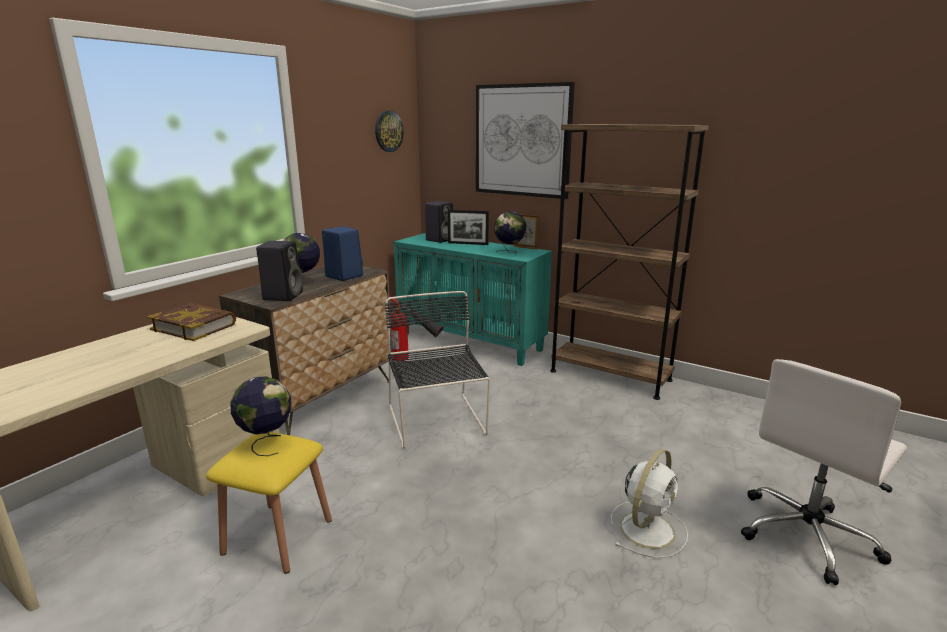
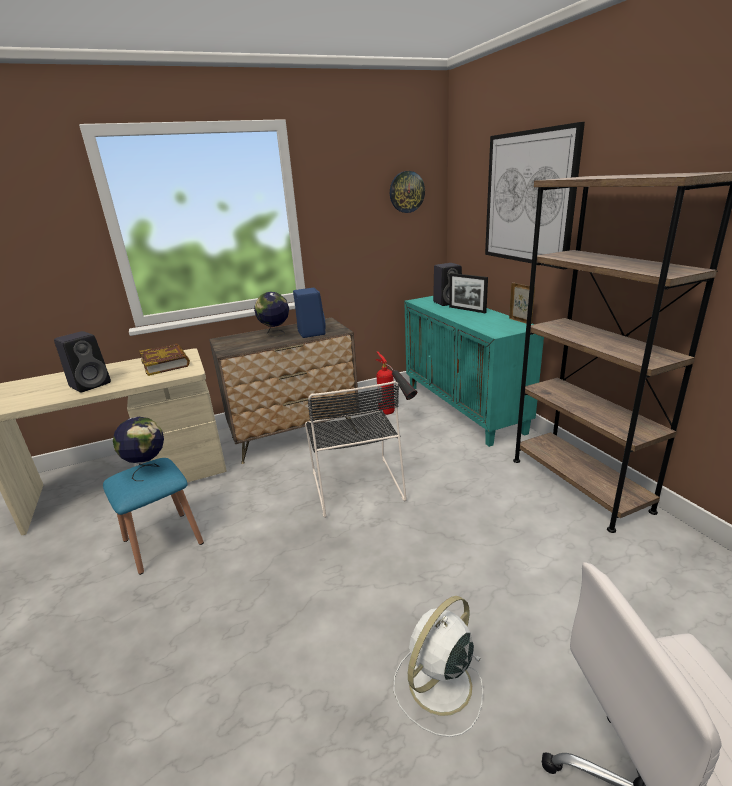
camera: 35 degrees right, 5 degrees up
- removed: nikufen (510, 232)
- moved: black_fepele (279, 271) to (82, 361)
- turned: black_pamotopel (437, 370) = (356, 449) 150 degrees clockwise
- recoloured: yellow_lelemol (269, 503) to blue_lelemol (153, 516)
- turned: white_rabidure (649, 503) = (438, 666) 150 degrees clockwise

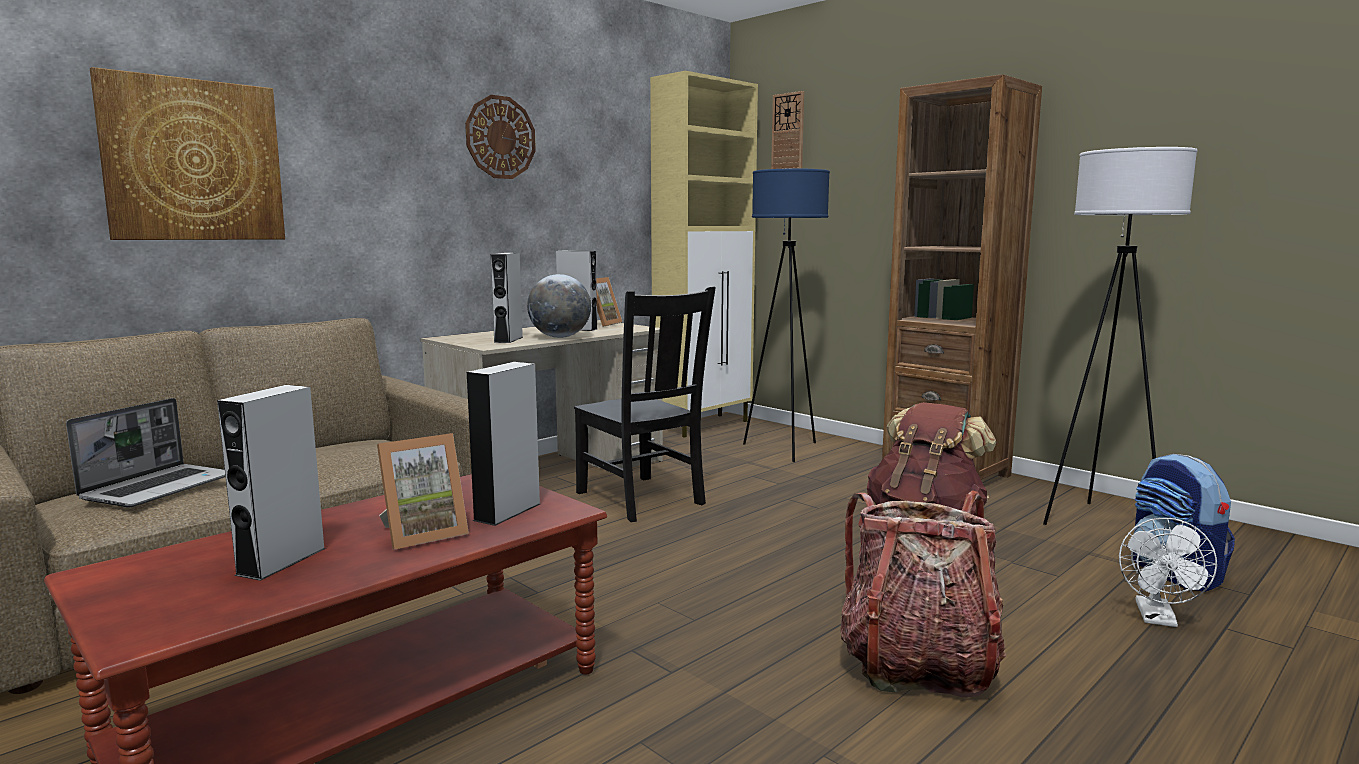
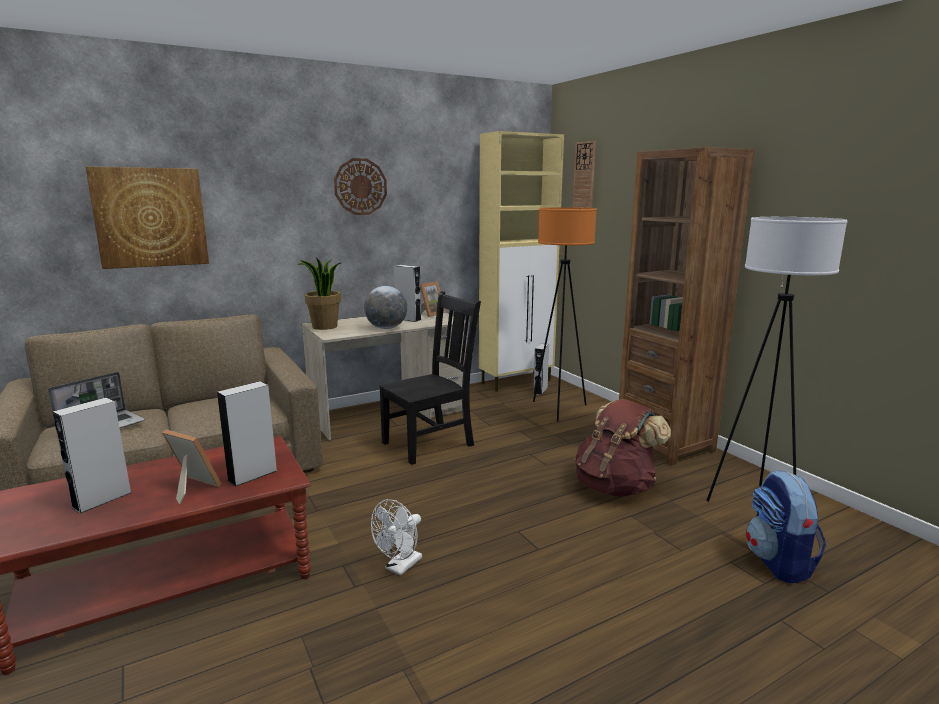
camera: 15 degrees right, 5 degrees up
- recoloured: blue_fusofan (786, 315) to orange_fusofan (565, 314)
- moved: grey_fepele (506, 298) to (541, 369)
- turned: black_pamotopel (645, 404) = (430, 378) 105 degrees counterclockwise
- turned: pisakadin (423, 491) = (191, 467) 135 degrees counterclockwise
- removed: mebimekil (923, 594)
- moved: white_rabidure (1168, 572) to (396, 537)
- added: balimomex (320, 294)

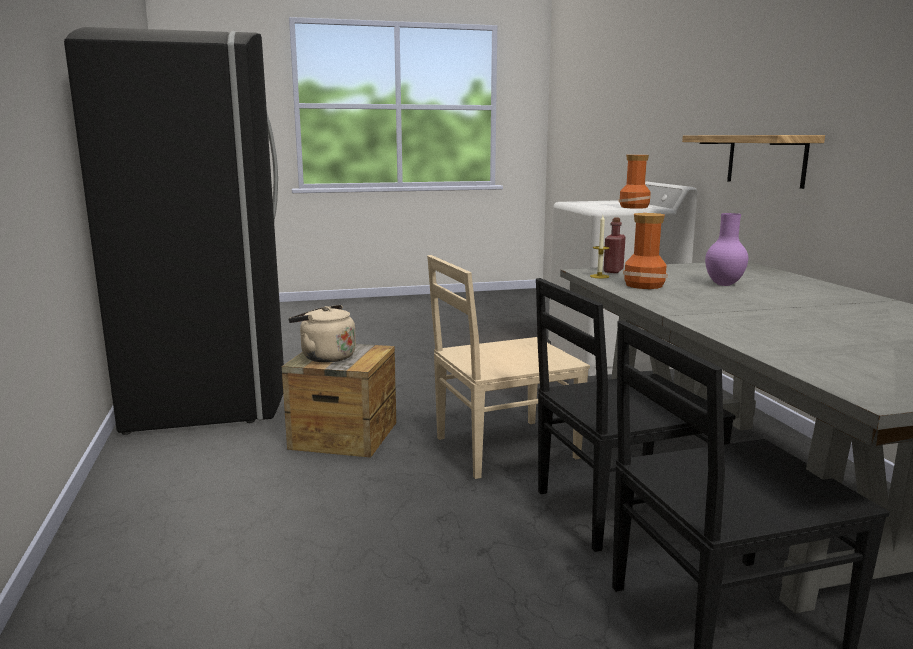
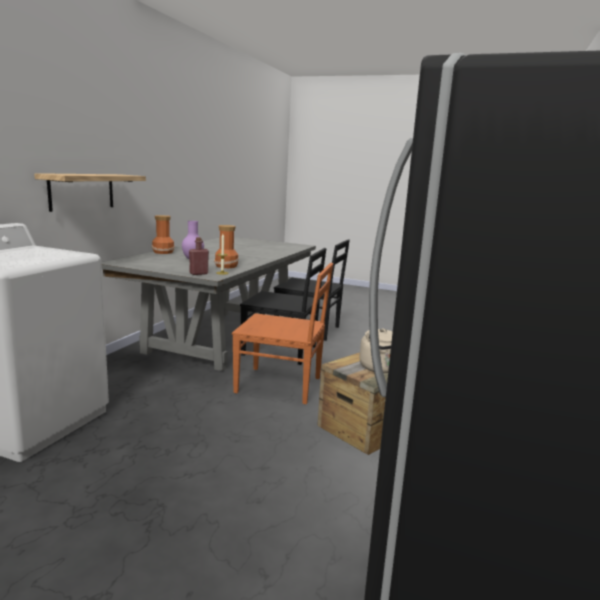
camera: 145 degrees left, 0 degrees up
- moved: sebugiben (635, 182) to (163, 234)
- recoloured: beige_pamotopel (508, 367) to orange_pamotopel (282, 333)

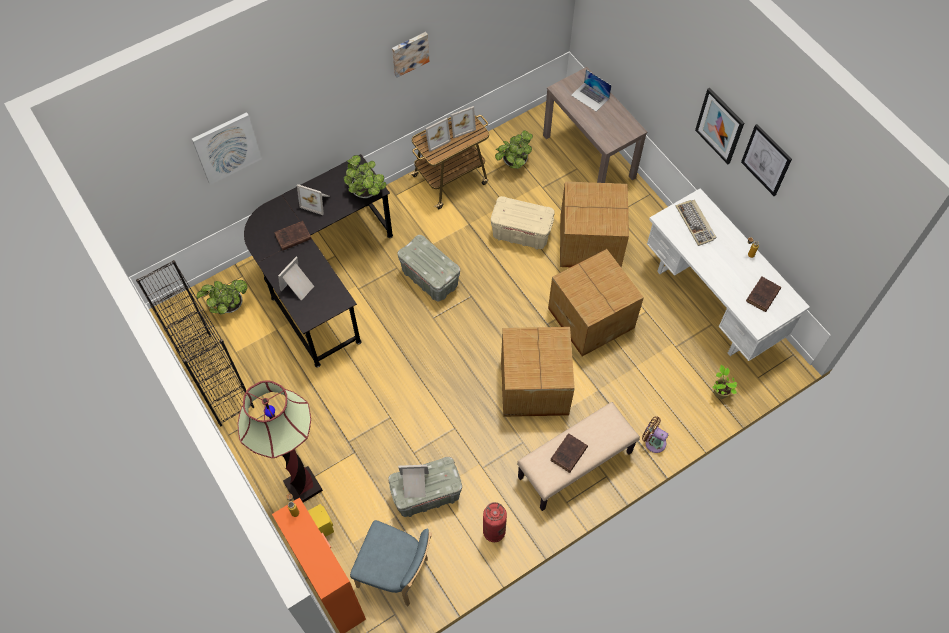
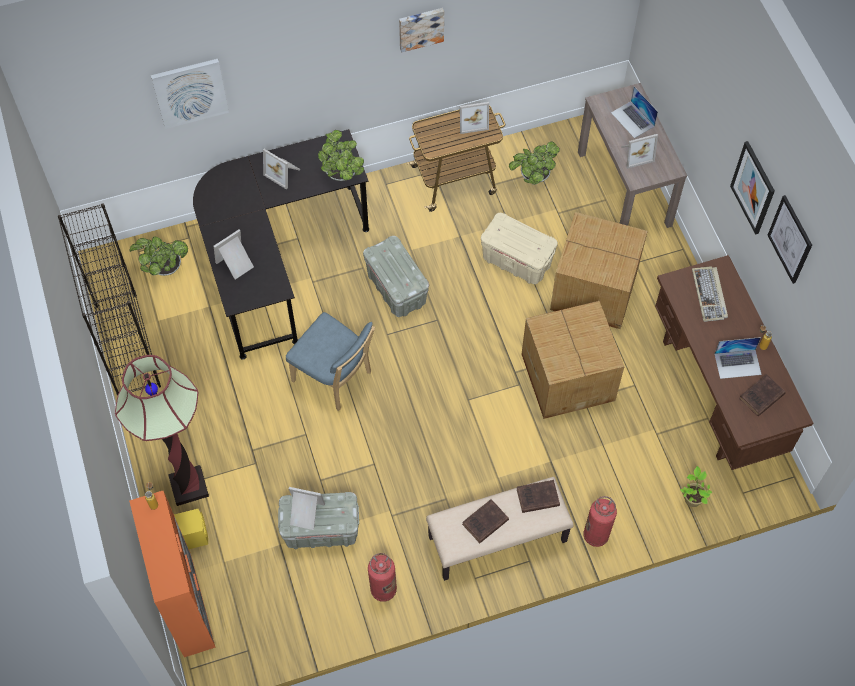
camera: 15 degrees right, 0 degrees up
- moved: pisakadin (436, 135) to (639, 151)
- recoloured: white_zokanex (728, 274) to brown_zokanex (734, 362)
- moved: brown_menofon (292, 235) to (538, 496)
- removed: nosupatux (538, 372)
- replaced: brown_rabidure (655, 434) to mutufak (600, 521)
- moved: blue_pamotopel (391, 563) to (330, 361)
- added: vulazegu (738, 358)

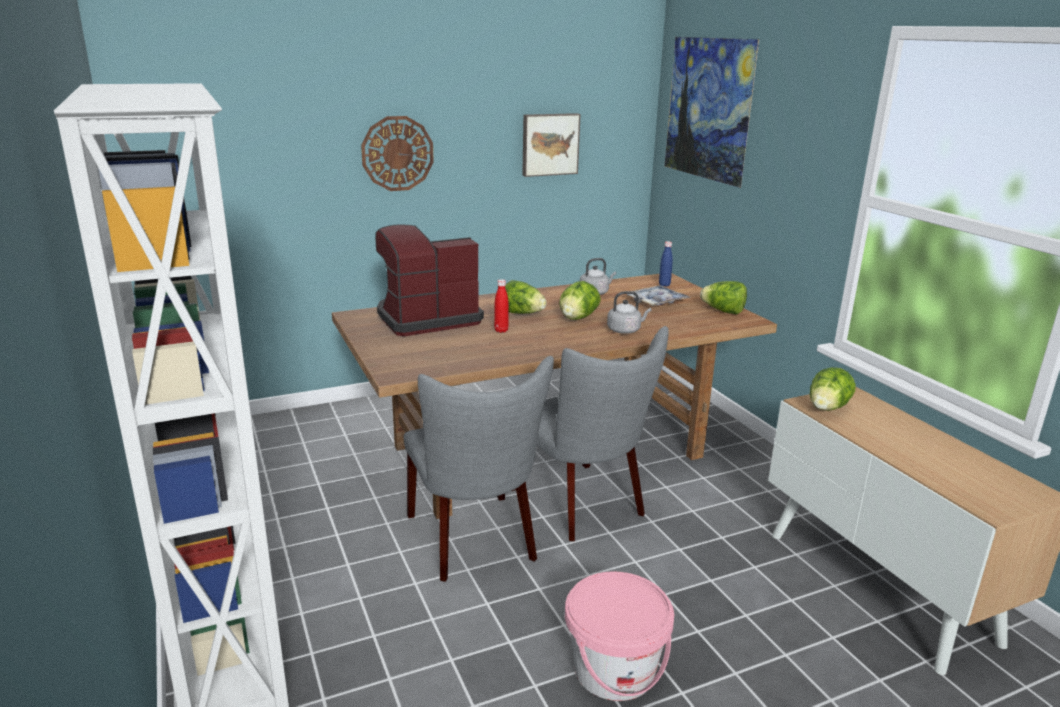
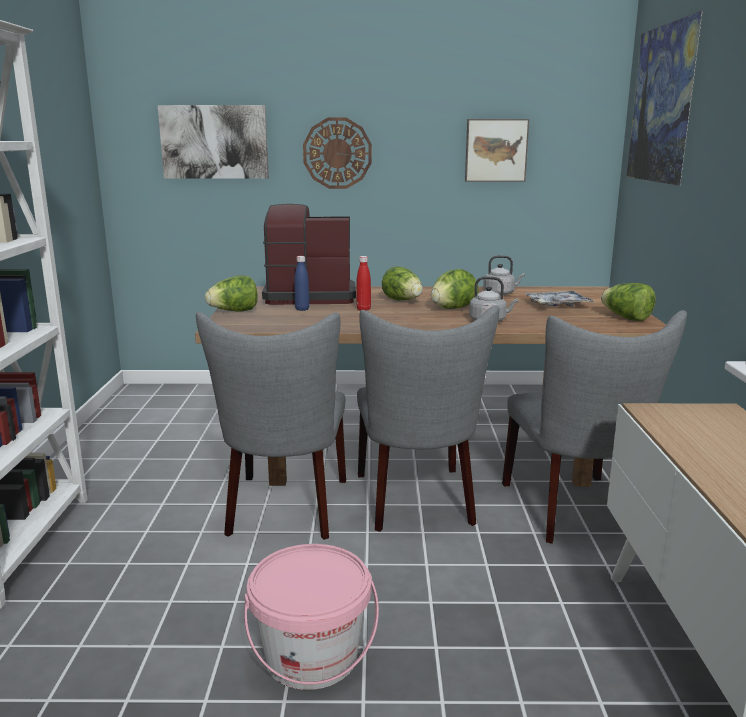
camera: 25 degrees right, 5 degrees down
- moved: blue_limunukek (666, 264) to (301, 283)
- moved: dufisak (833, 389) to (231, 293)
- added: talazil (213, 142)
- added: grey_pamotopel (594, 427)

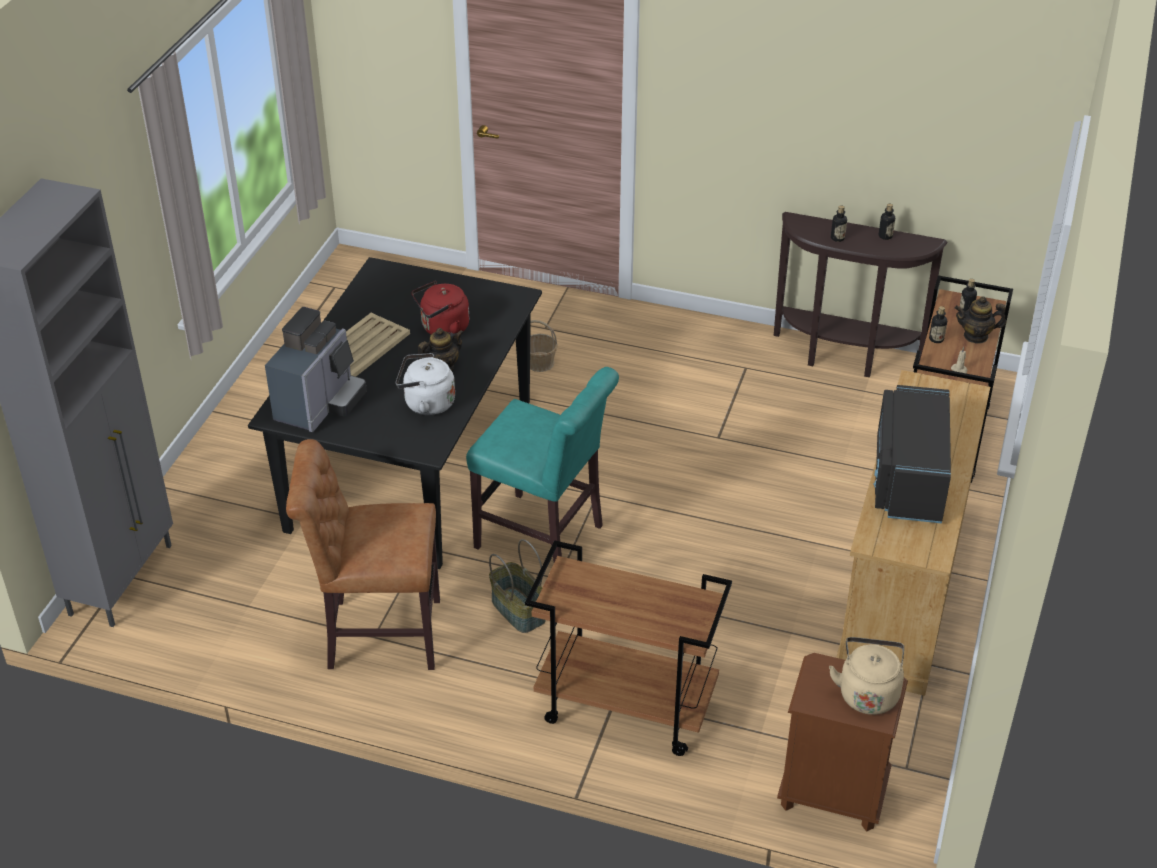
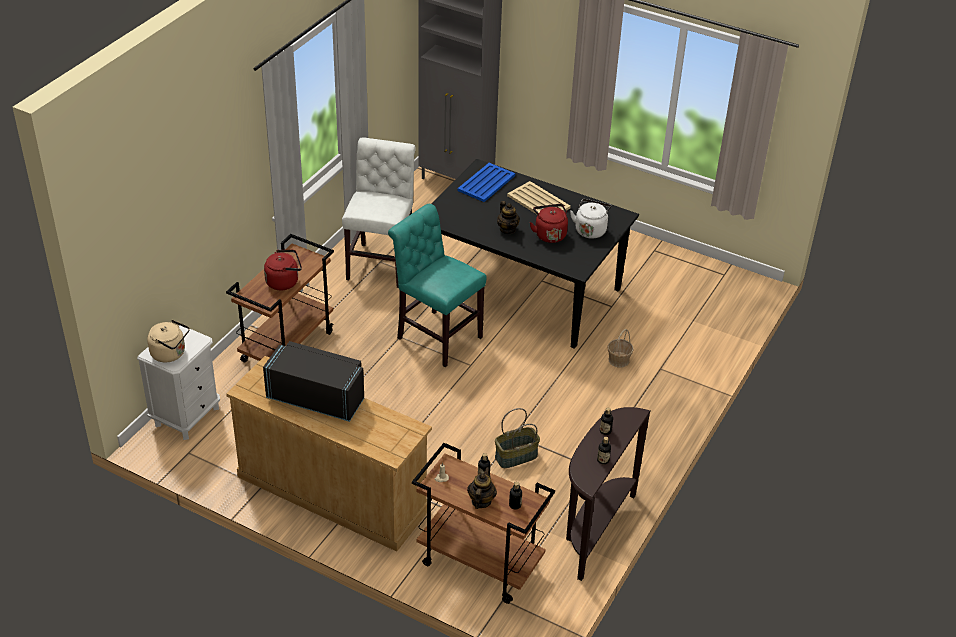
camera: 100 degrees right, 0 degrees up
- replaced: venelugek (316, 369) to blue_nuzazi (486, 182)
- moved: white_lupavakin (425, 384) to (591, 219)
- turned: turquoise_pamotopel (542, 464) = (437, 285) 90 degrees clockwise
- recoloured: brown_pamotopel (363, 554) to white_pamotopel (379, 212)
- moved: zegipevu (517, 586) to (517, 438)
- recoloured: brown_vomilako (842, 742) to white_vomilako (178, 382)
- added: red_lupavakin (283, 270)

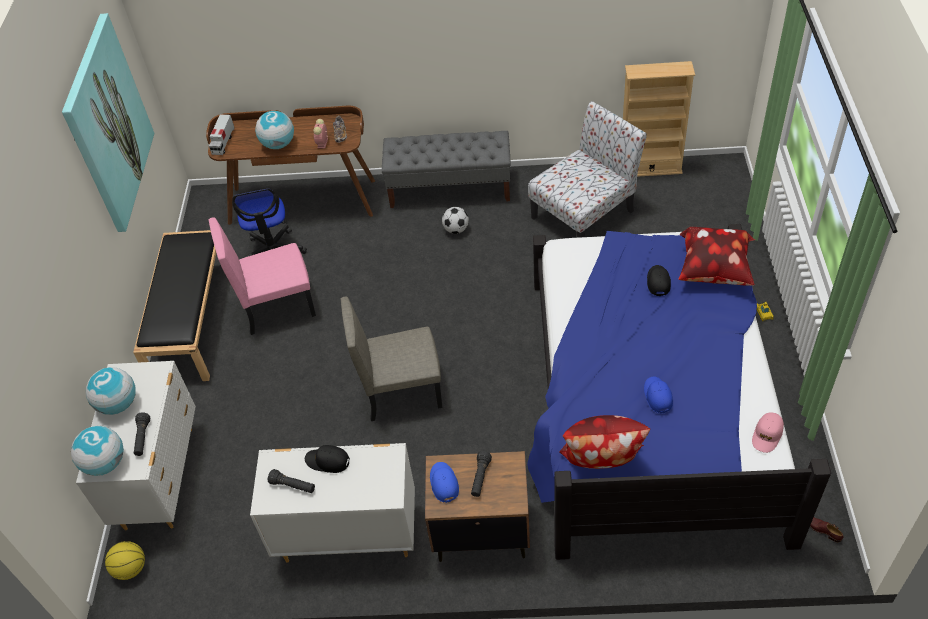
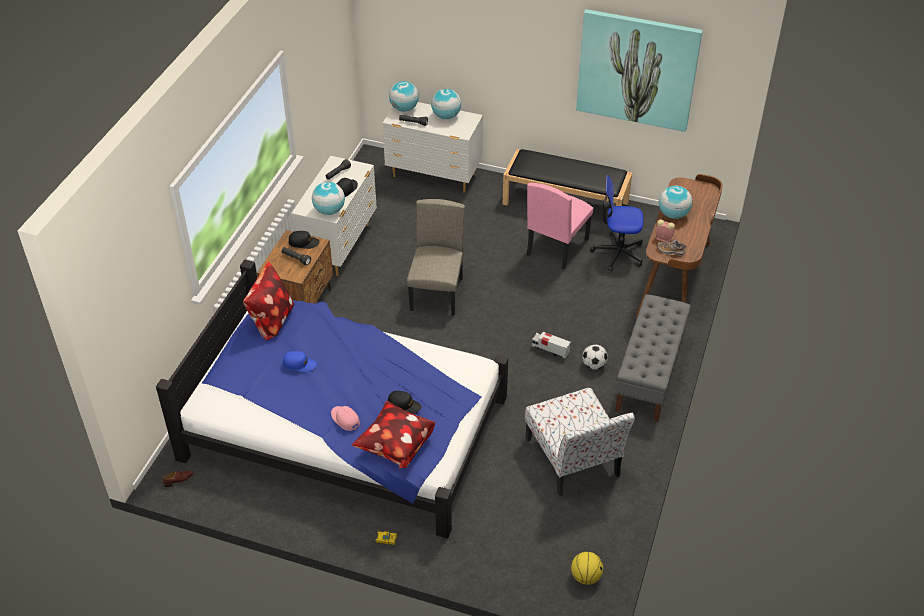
camera: 105 degrees right, 5 degrees down
- removed: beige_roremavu (659, 119)
- moved: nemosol (221, 135) to (551, 345)
- turned: pink_pamotopel (262, 276) = (560, 226) 150 degrees counterclockwise
- moved: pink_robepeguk (768, 432) to (345, 418)
- recoloured: blue_robepeguk (444, 482) to black_robepeguk (304, 240)
- moved: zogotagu (125, 560) to (587, 568)
- added: nikufen (328, 198)

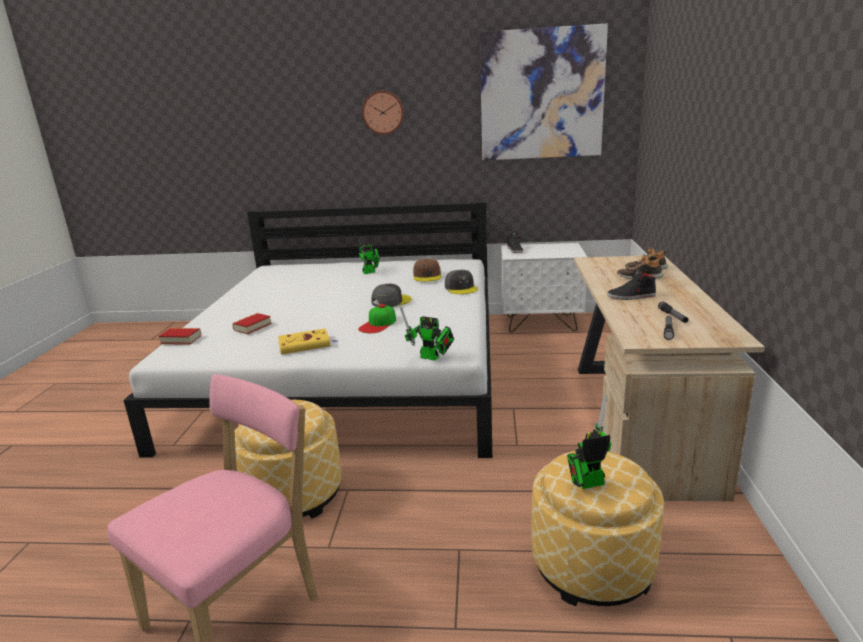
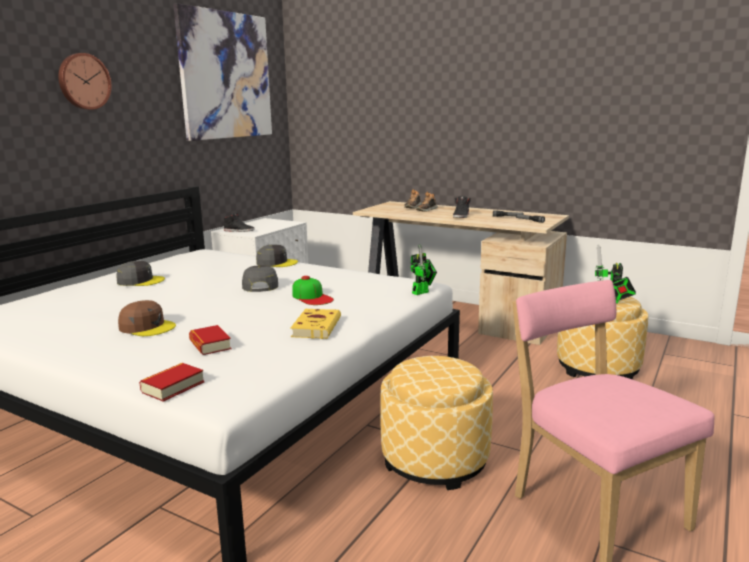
camera: 65 degrees left, 5 degrees down
- replaced: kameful (369, 256) to grey_robepeguk (140, 273)
- moved: brown_robepeguk (427, 270) to (147, 318)

